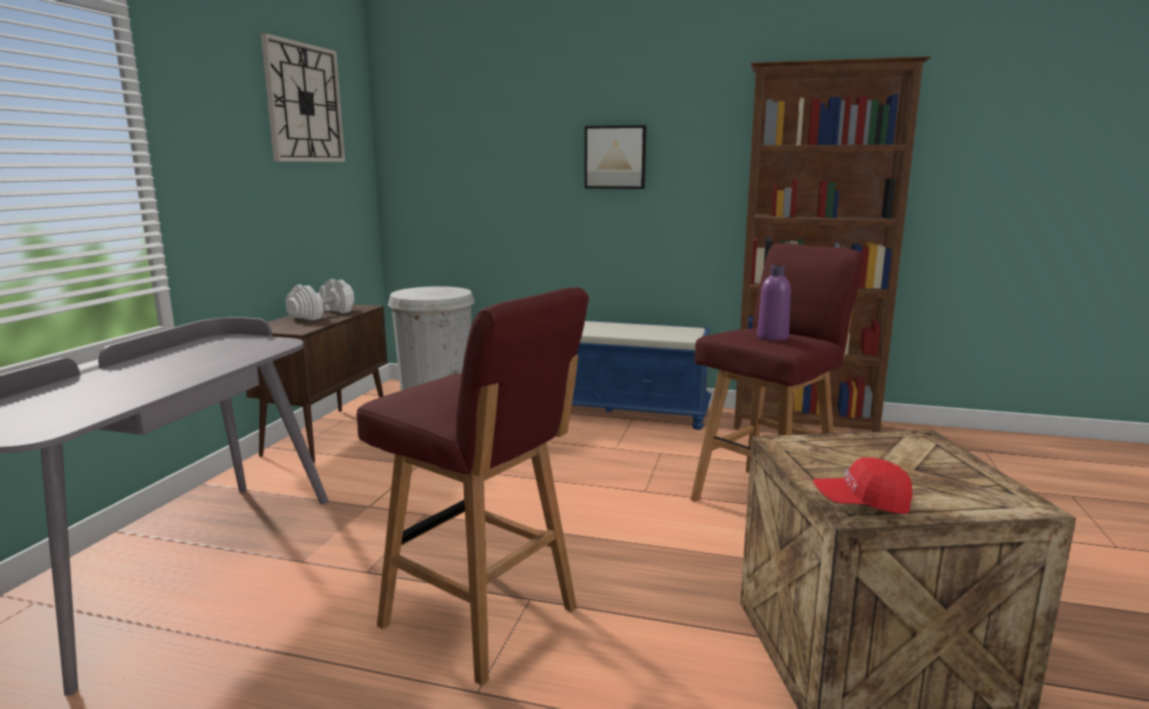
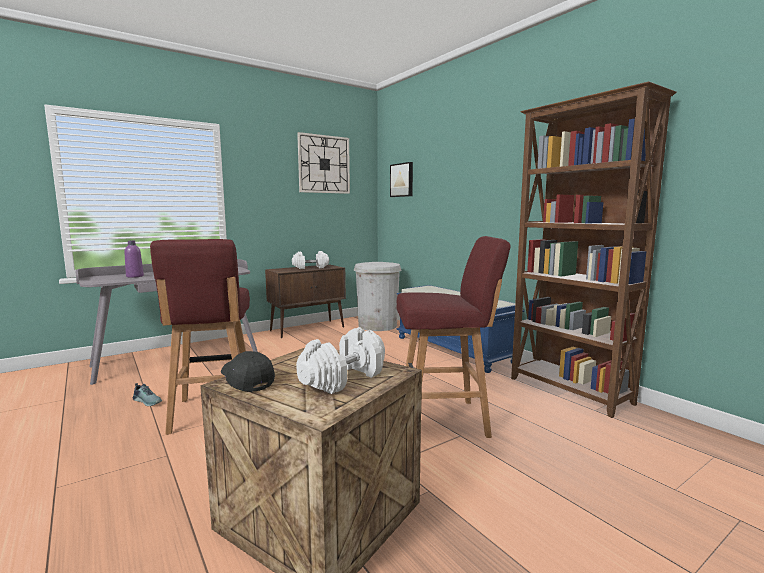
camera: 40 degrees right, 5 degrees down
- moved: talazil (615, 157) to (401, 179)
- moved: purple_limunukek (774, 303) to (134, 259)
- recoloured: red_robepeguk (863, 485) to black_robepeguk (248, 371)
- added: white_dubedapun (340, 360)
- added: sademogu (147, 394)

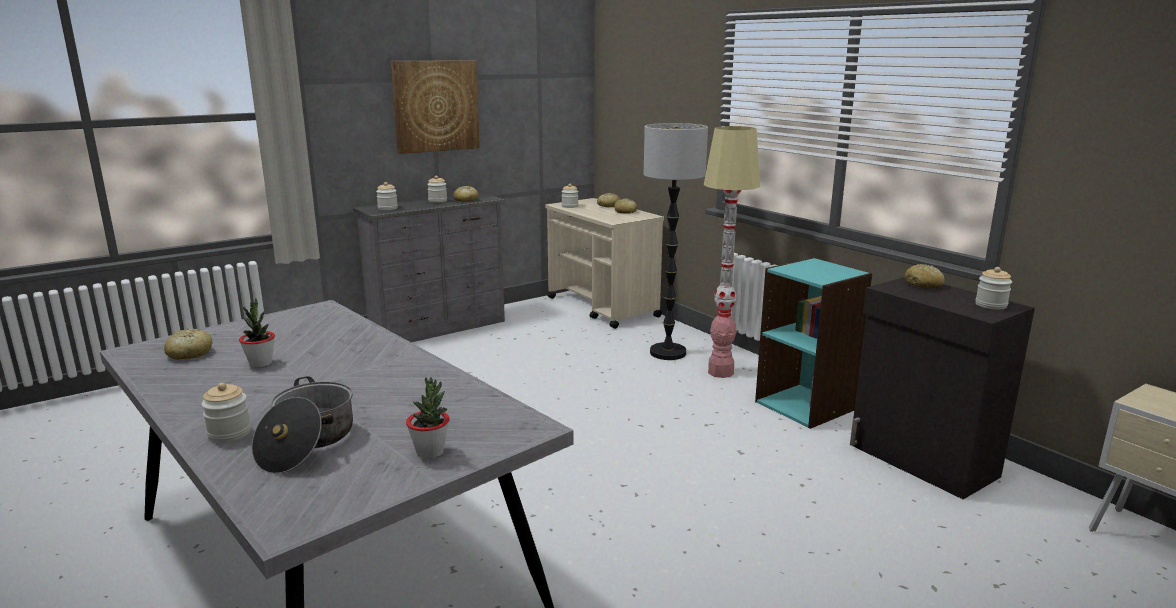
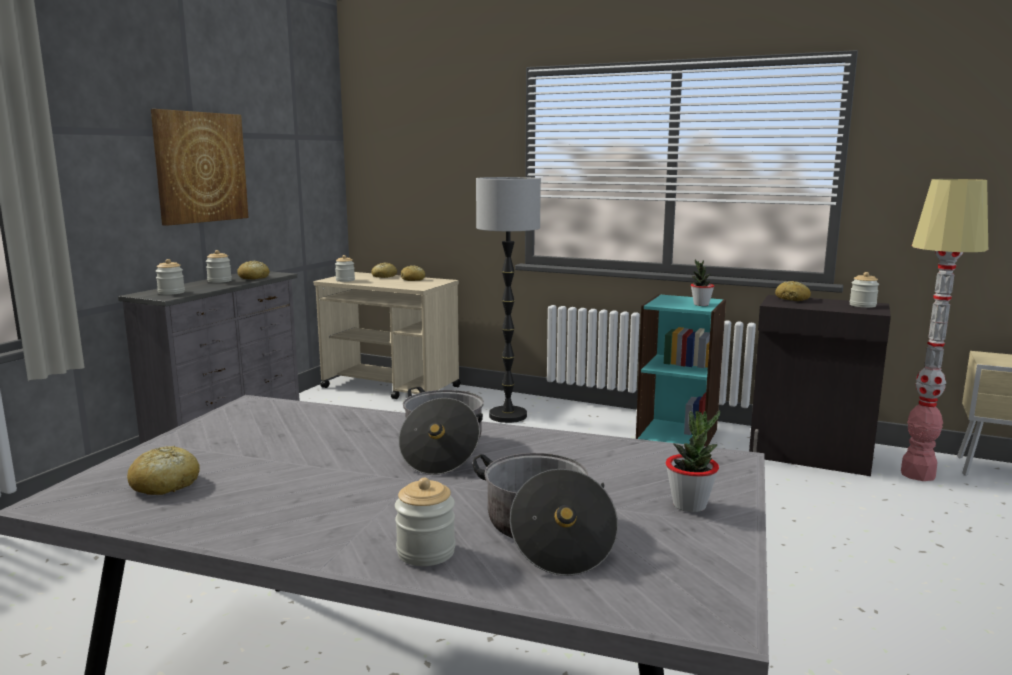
camera: 30 degrees left, 5 degrees down
- moved: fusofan (732, 252) to (944, 330)
- moved: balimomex (257, 332) to (702, 282)
- added: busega (441, 431)

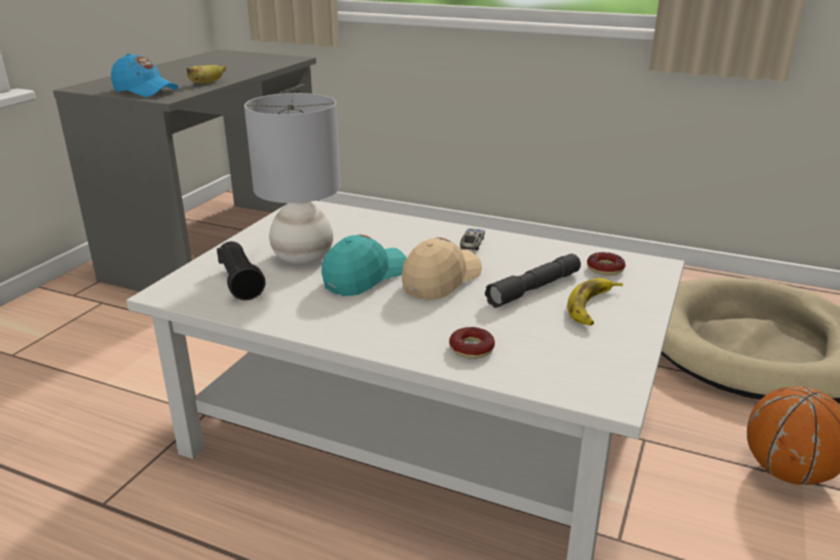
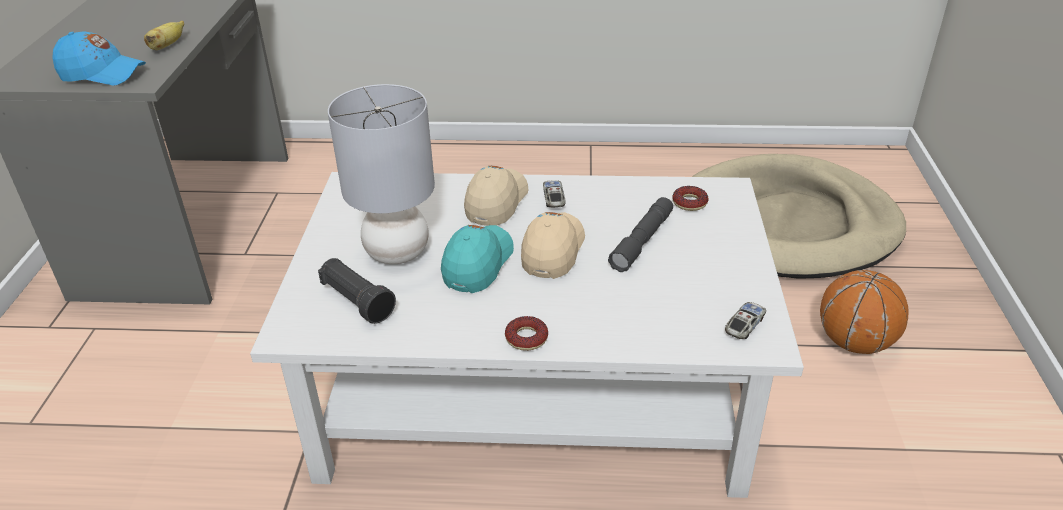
camera: 20 degrees left, 10 degrees up
- removed: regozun (595, 301)
- moved: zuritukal (472, 343) to (526, 333)
- added: beige_robepeguk (496, 196)
- added: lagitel (745, 320)

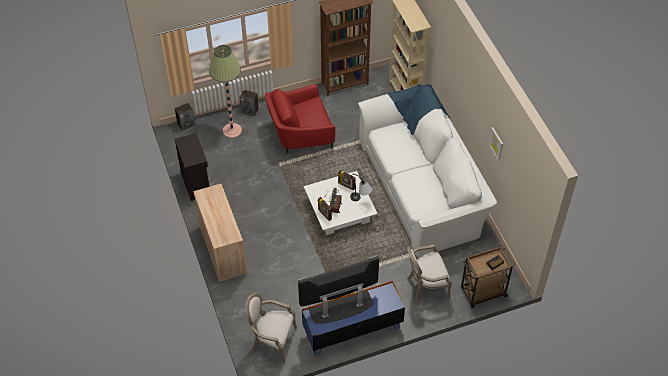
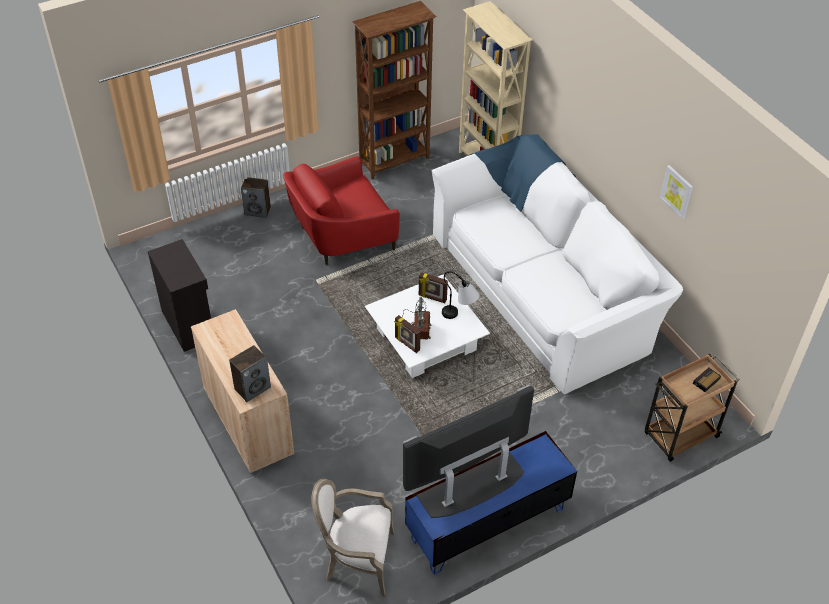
camera: 10 degrees left, 5 degrees down
- removed: fusofan (225, 91)
- moved: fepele (185, 117) to (250, 373)
- removed: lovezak (429, 272)

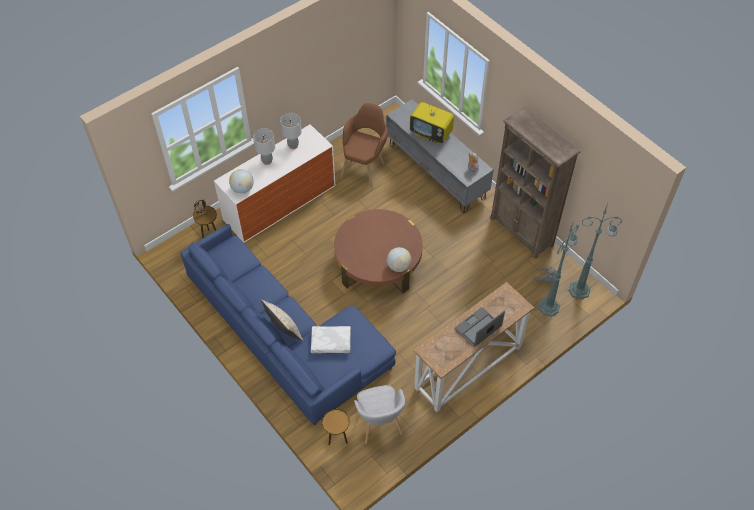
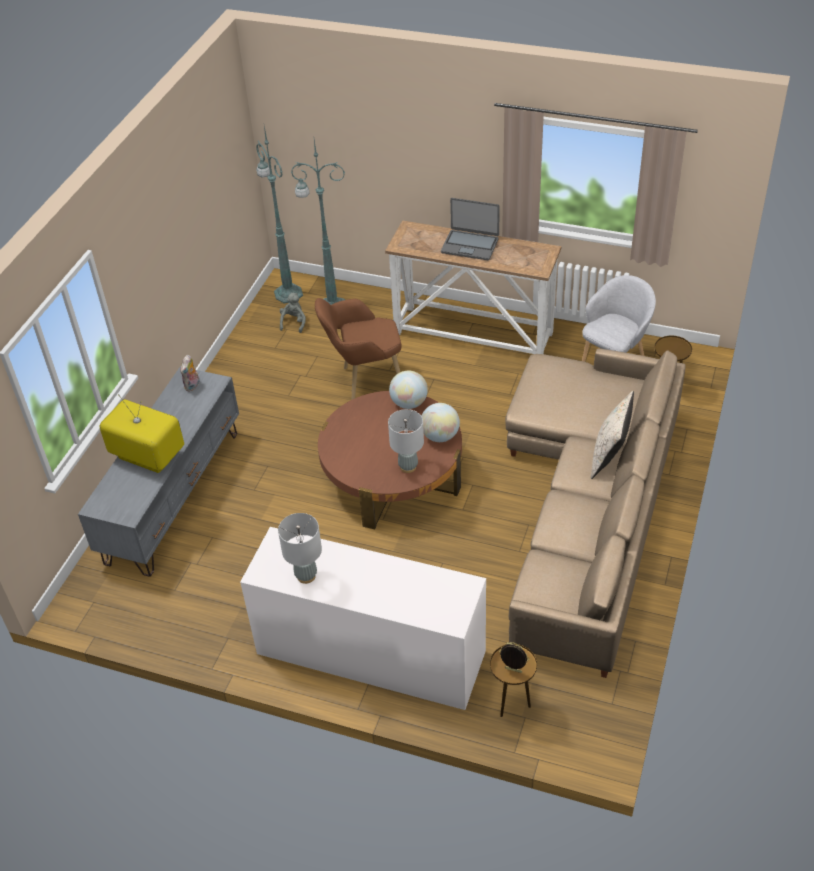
camera: 120 degrees left, 10 degrees down
- turned: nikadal (432, 121) = (141, 433) 60 degrees counterclockwise
- moved: brown_lovezak (364, 145) to (358, 349)
- removed: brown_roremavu (535, 183)
- moved: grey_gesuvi (264, 146) to (406, 441)
- moved: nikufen (241, 181) to (441, 422)
- recoloured: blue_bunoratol (288, 325) to beige_bunoratol (595, 513)
- removed: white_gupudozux (331, 339)

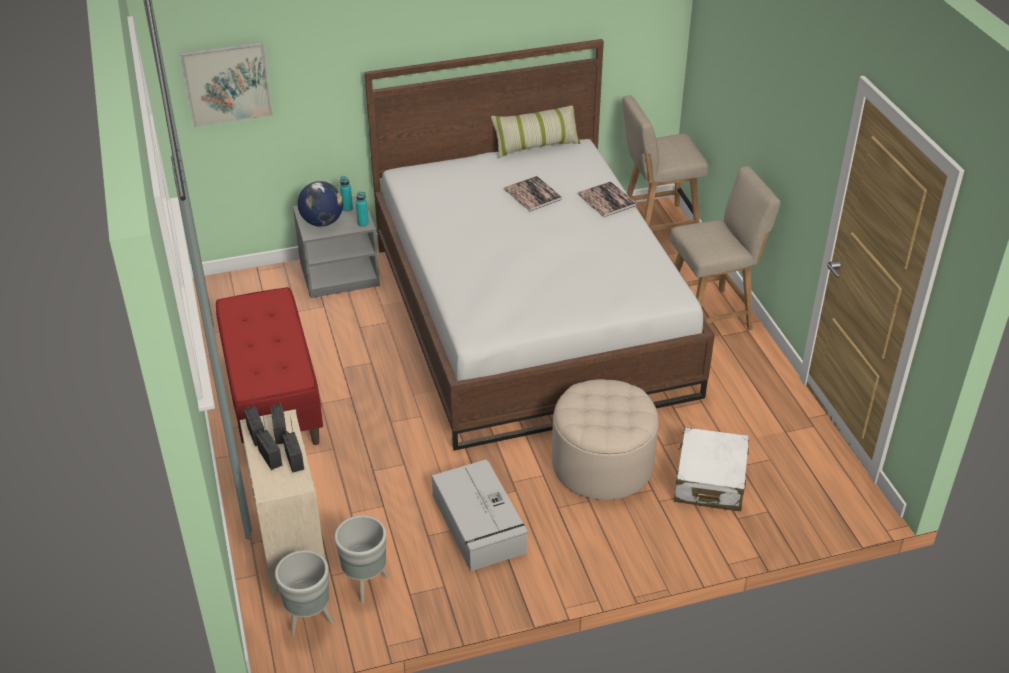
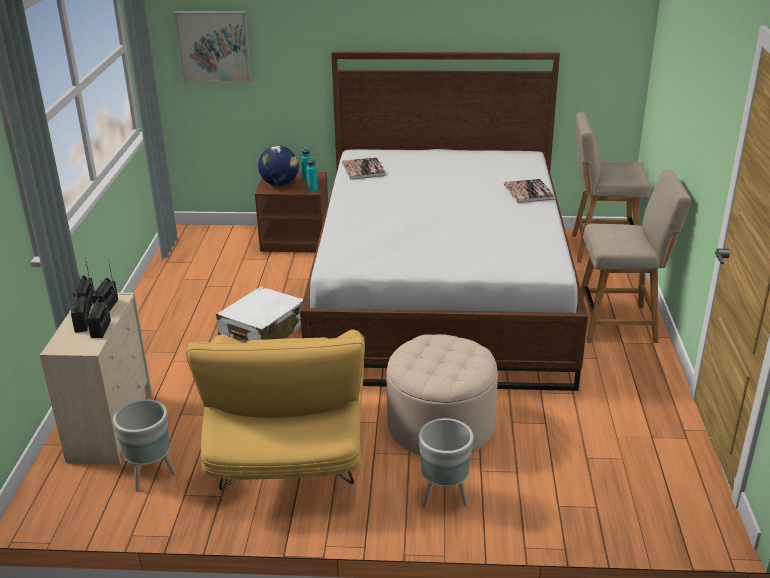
camera: 20 degrees right, 10 degrees down
- removed: gupudozux (536, 132)
- moved: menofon (533, 193) to (364, 168)
- recoloured: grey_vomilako (336, 247) to brown_vomilako (291, 212)
- removed: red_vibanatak (269, 366)
- moved: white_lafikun (711, 469) to (259, 314)
- replaced: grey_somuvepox (480, 515) to yellow_lovezak (275, 409)
- moved: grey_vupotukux (304, 593) to (446, 463)

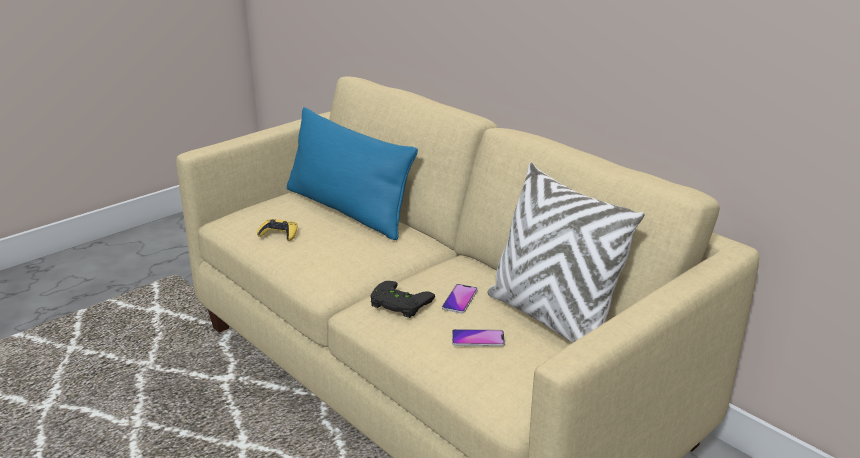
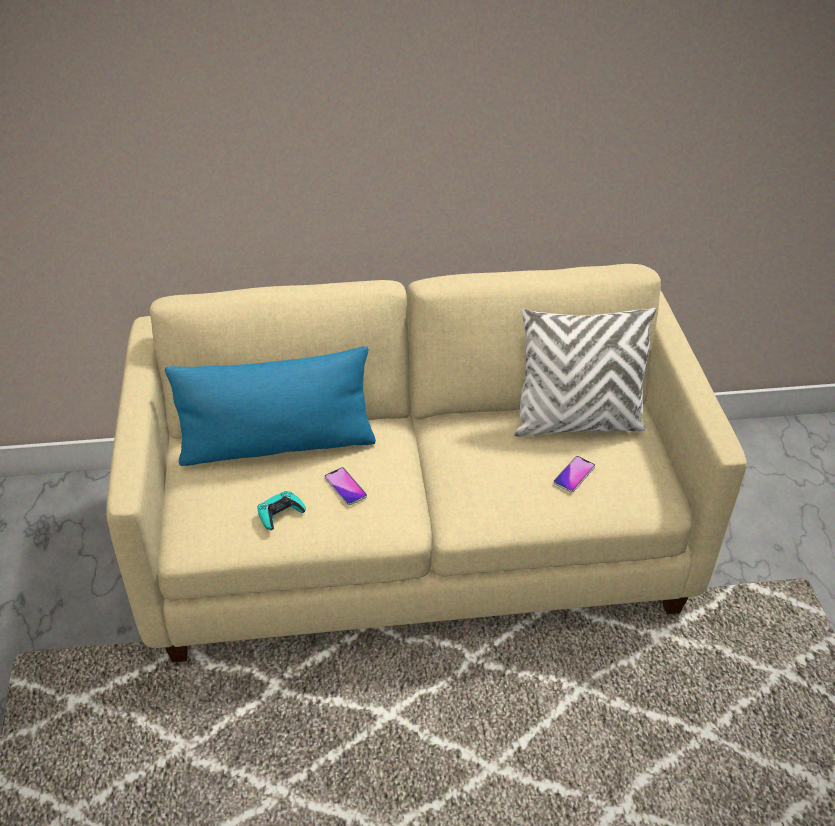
camera: 55 degrees left, 15 degrees up
- recoloured: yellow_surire (277, 230) to turquoise_surire (281, 510)
- removed: black_surire (402, 299)
- moved: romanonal (460, 299) to (346, 486)

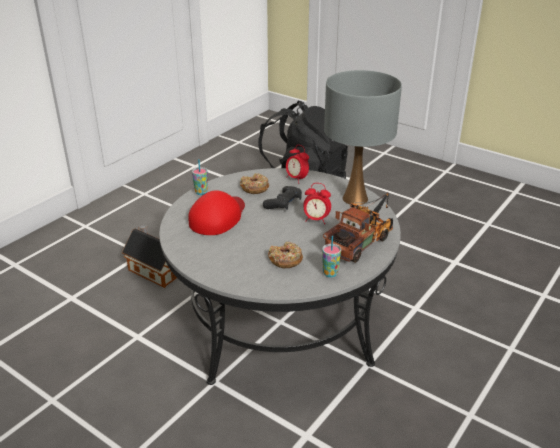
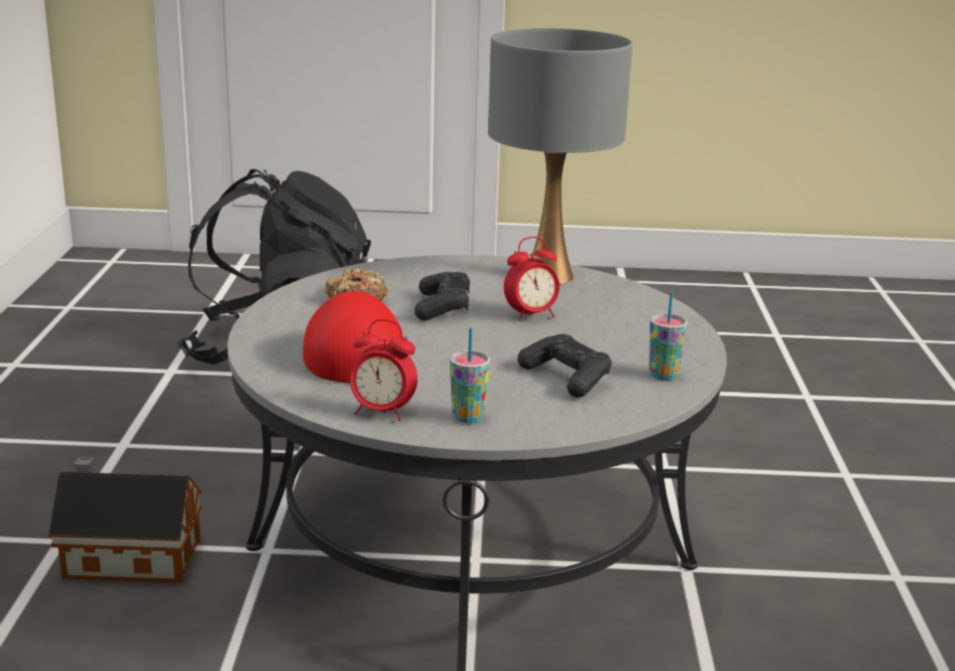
camera: 35 degrees left, 10 degrees down
- moved: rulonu (297, 164) to (384, 370)
- moved: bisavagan (200, 177) to (470, 375)
- removed: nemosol (358, 228)
- replaced: zuritukal (285, 255) to black_surire (565, 366)

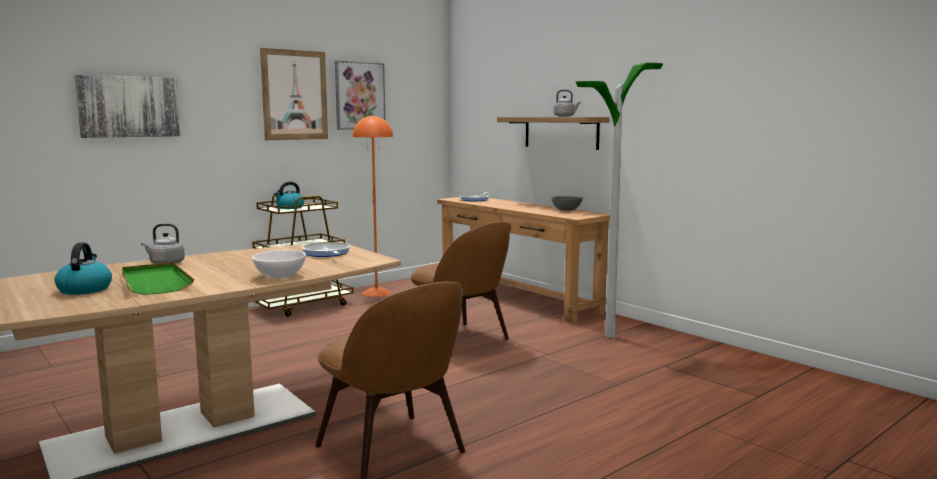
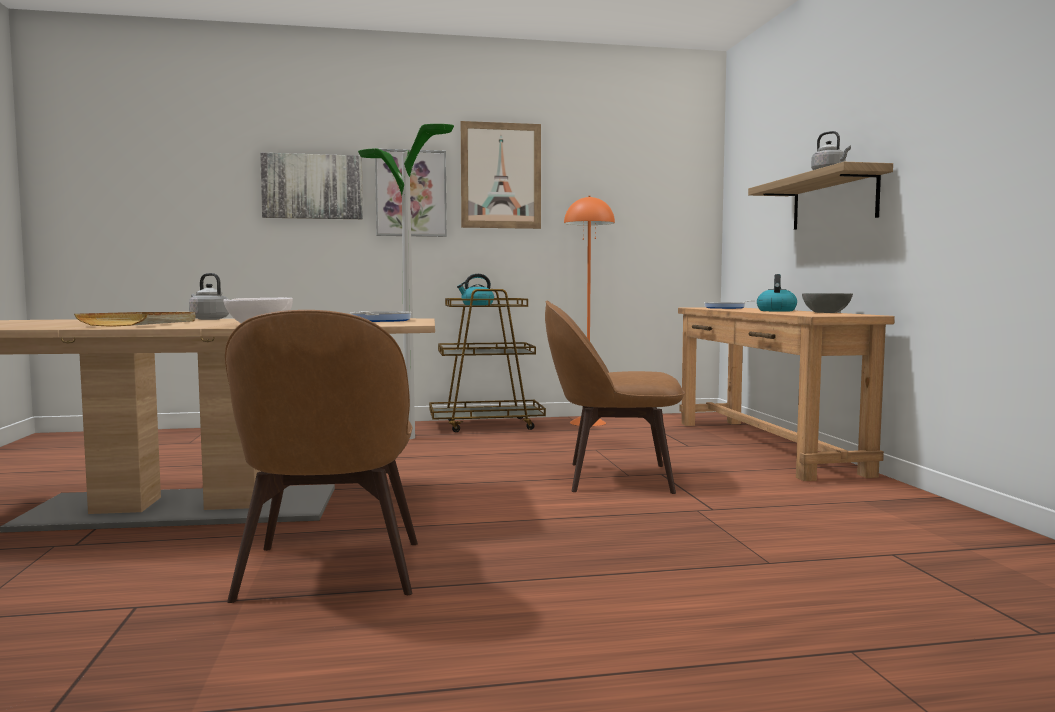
camera: 30 degrees right, 5 degrees down
- moved: talazil (360, 95) to (411, 193)
- moved: fusofan (619, 200) to (406, 281)
- turned: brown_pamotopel (460, 289) = (615, 397) 105 degrees clockwise
- moved: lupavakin (83, 268) to (777, 293)
- recoloured: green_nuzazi (158, 278) to beige_nuzazi (135, 319)

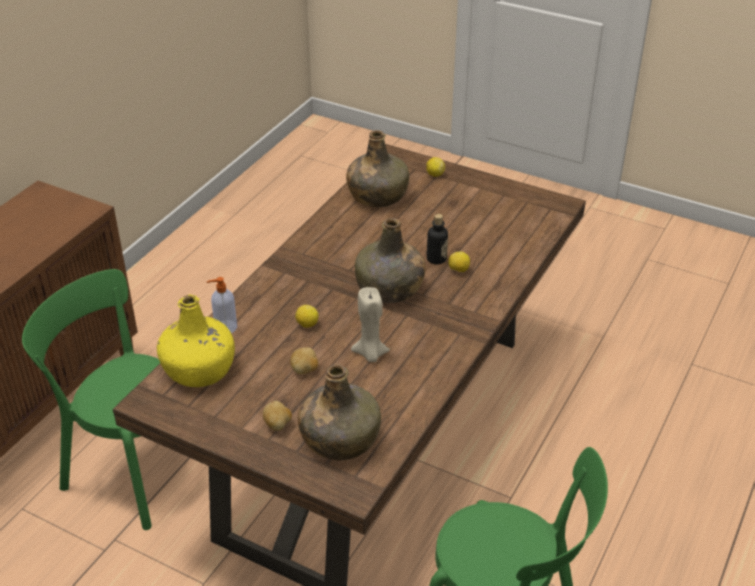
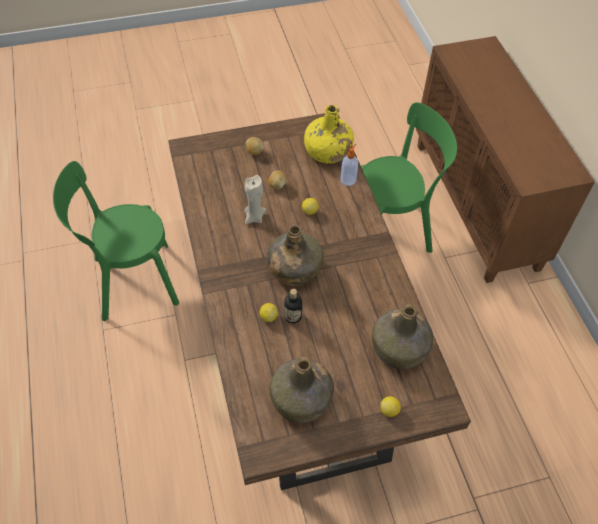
camera: 135 degrees right, 15 degrees up
- moved: green_limunukek (339, 412) to (302, 390)

